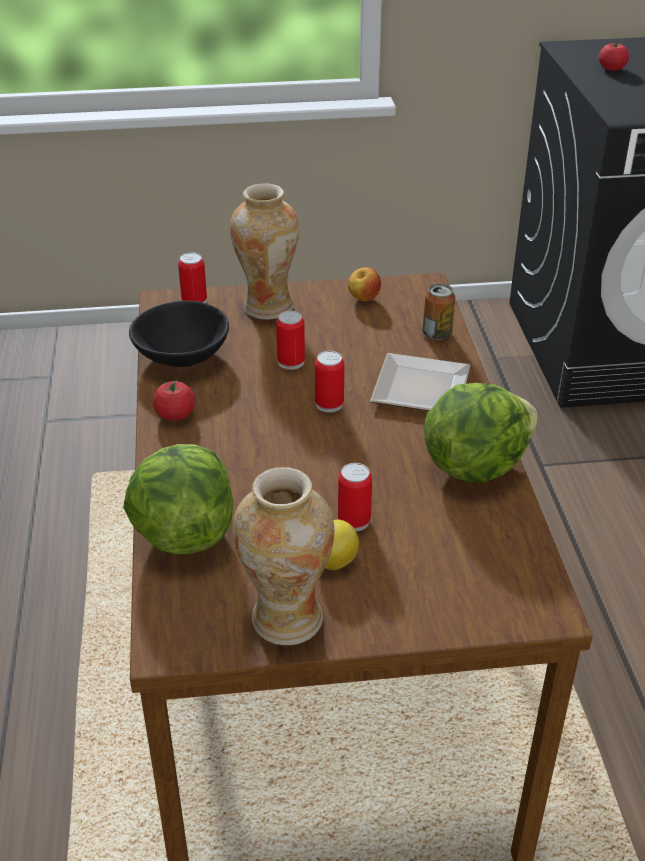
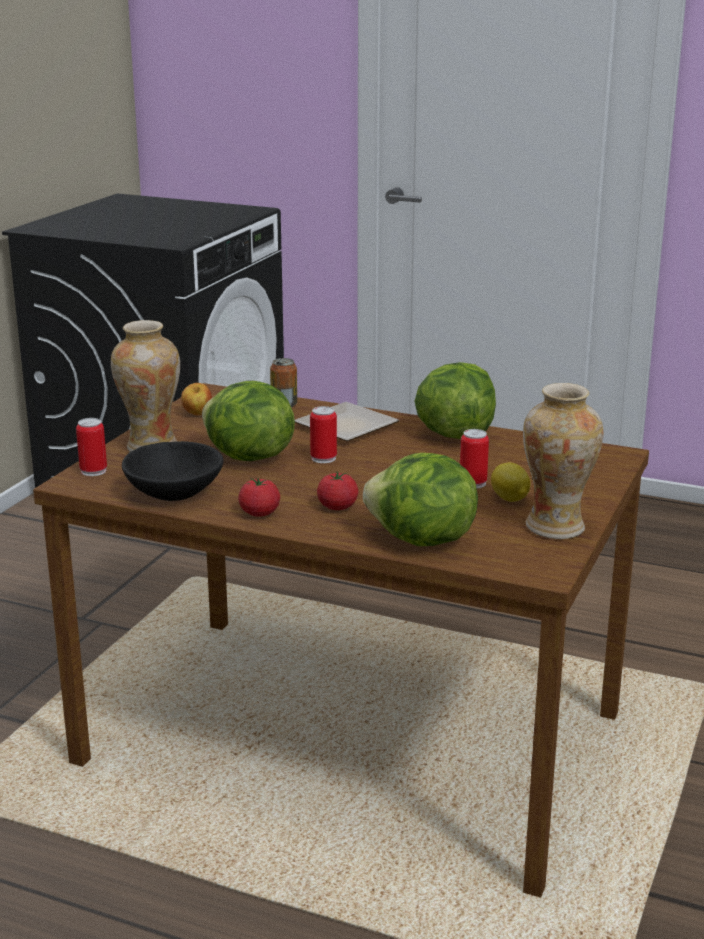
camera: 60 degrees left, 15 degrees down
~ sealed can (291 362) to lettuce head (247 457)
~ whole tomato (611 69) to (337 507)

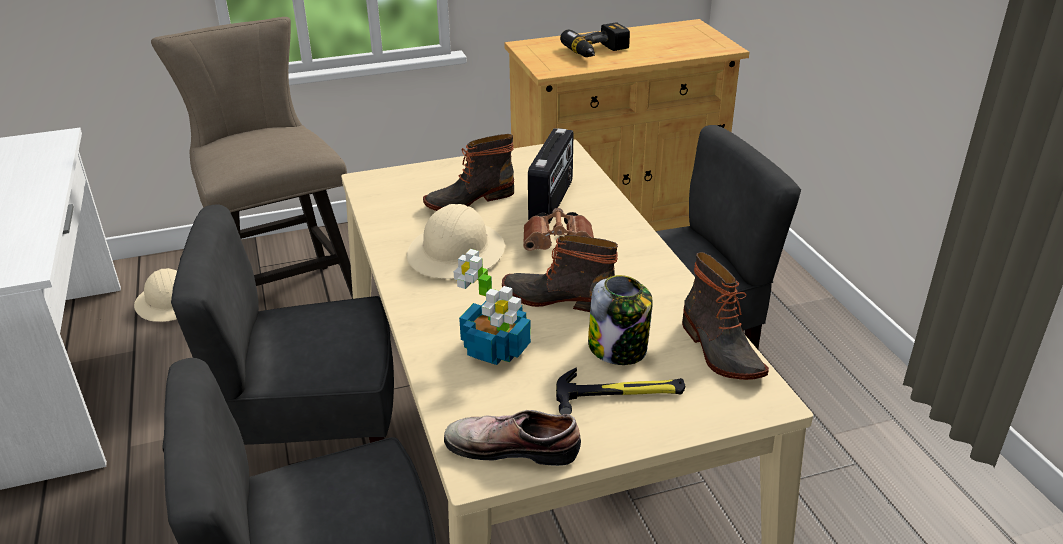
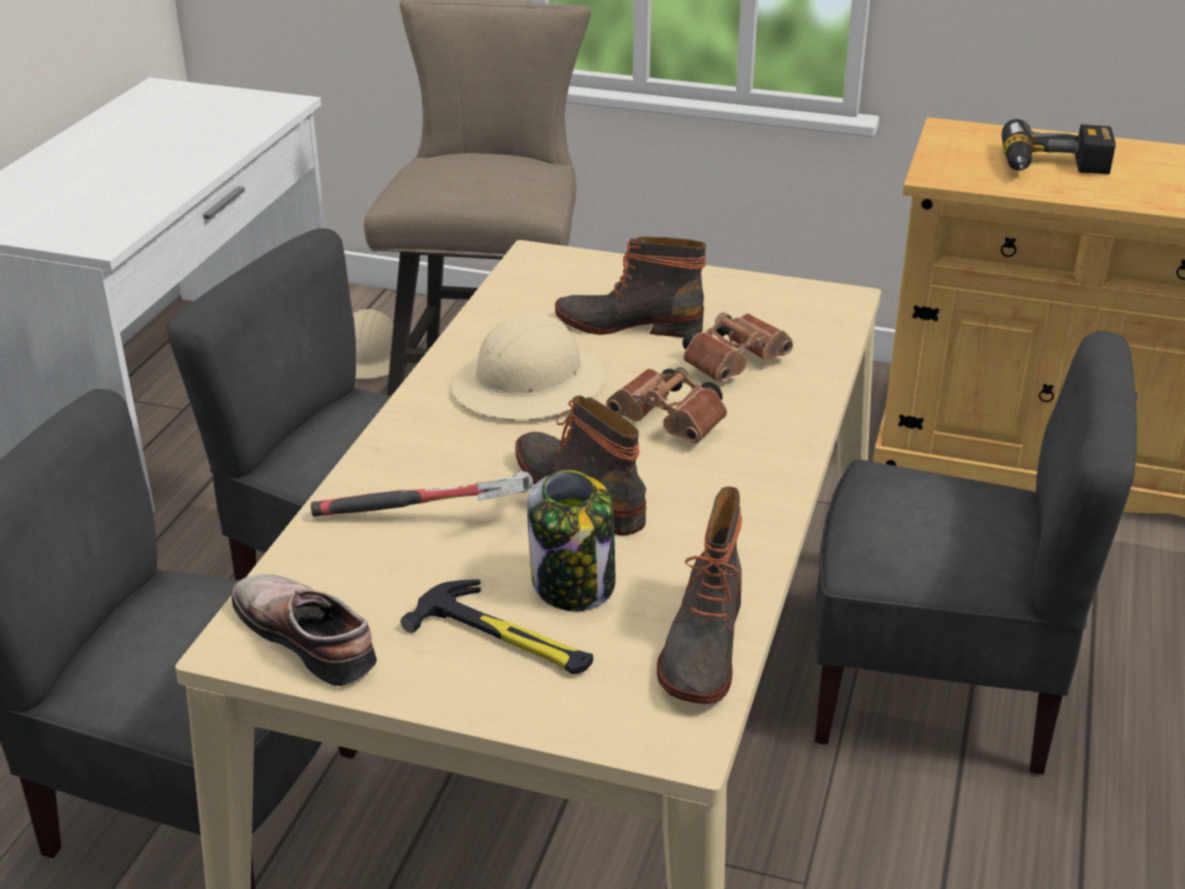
camera: 35 degrees right, 0 degrees up
~ houseplant (496 349) to hand hammer (430 519)
~ radio receiver (552 201) to brownish binoculars (735 363)

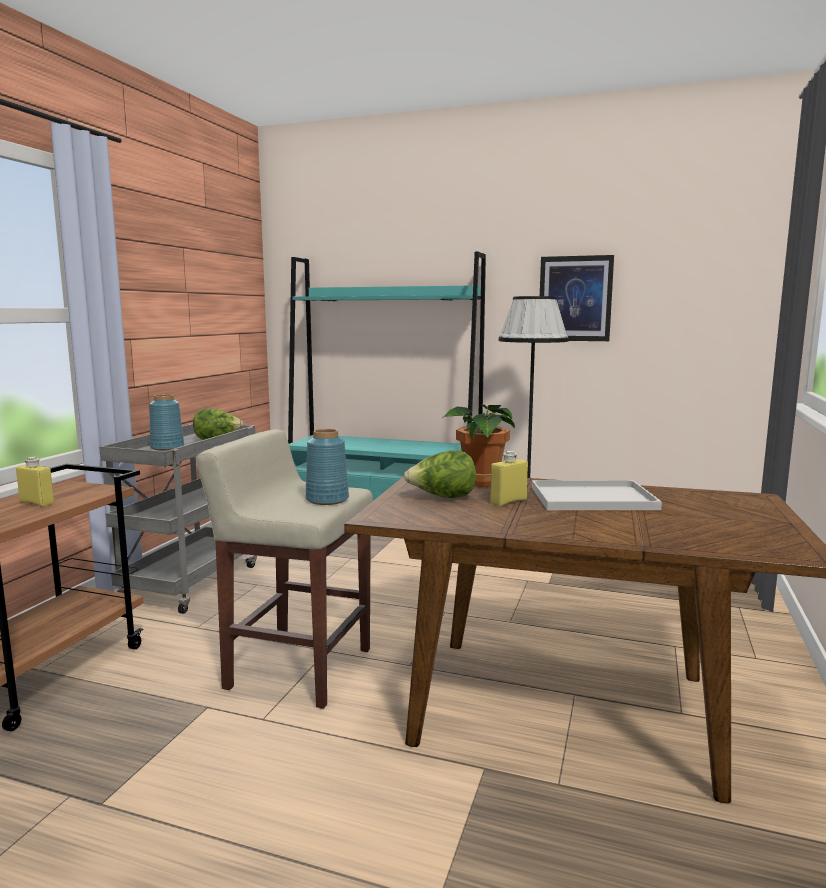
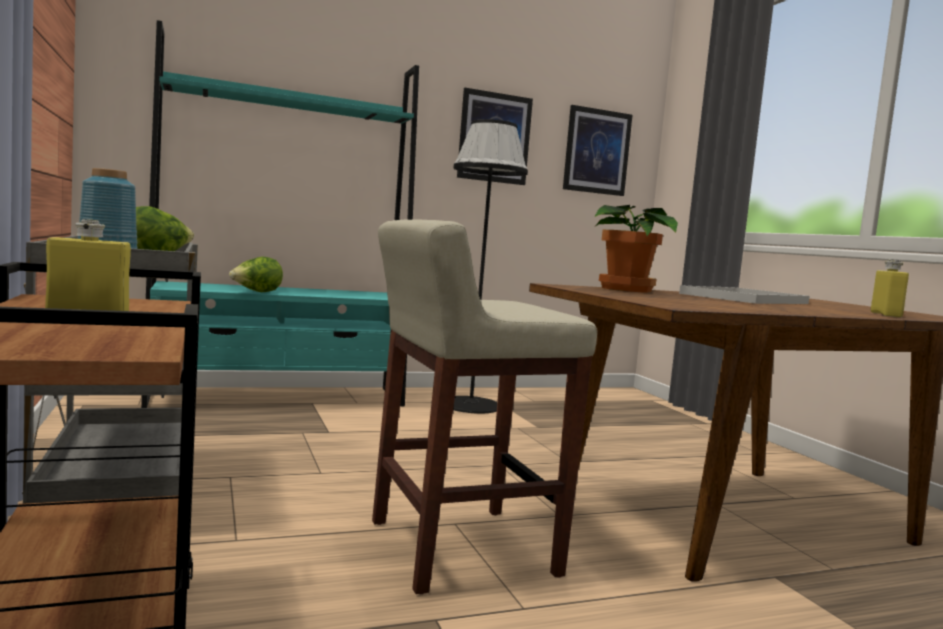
camera: 40 degrees left, 5 degrees down
- blue-coloured decorative vase (328 499)
~ lettuce head (442 498) to (256 292)
~ yellowish drink bottle (508 501) to (885 315)
+ wall picture (597 151)

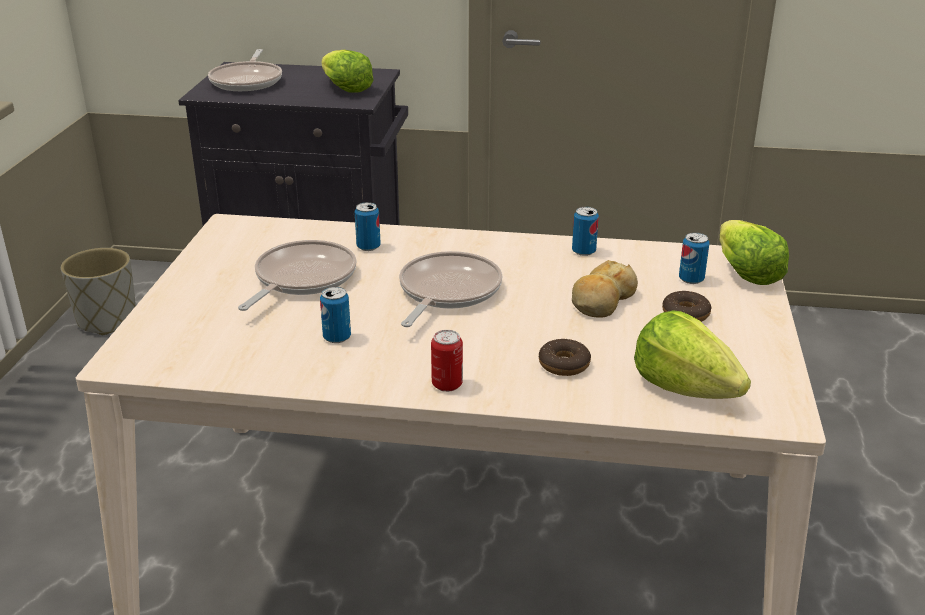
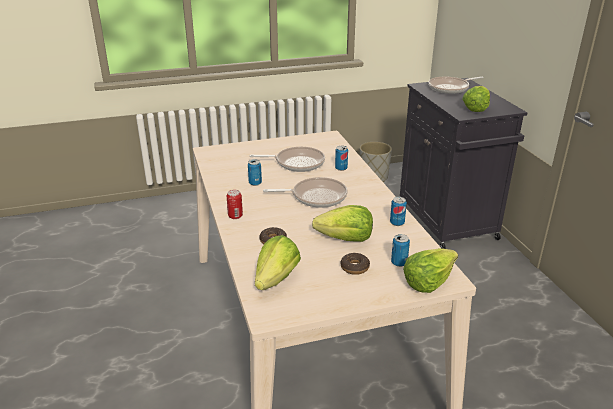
camera: 65 degrees right, 0 degrees up
~ bakery bread (602 301) to lettuce head (345 239)

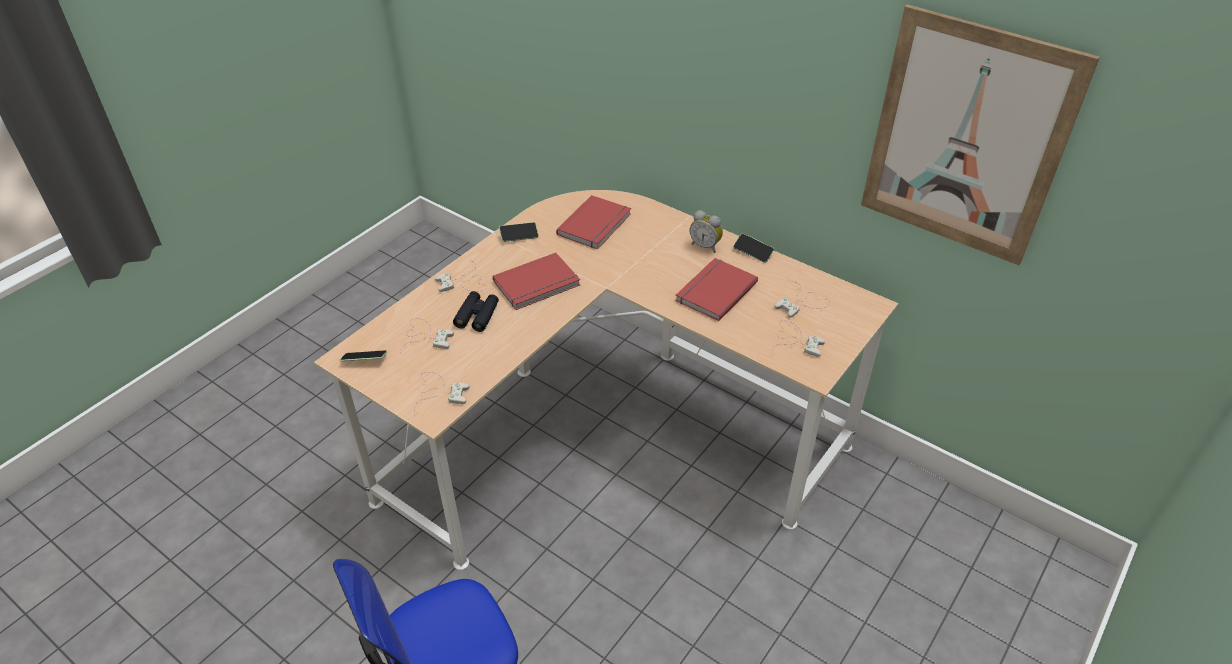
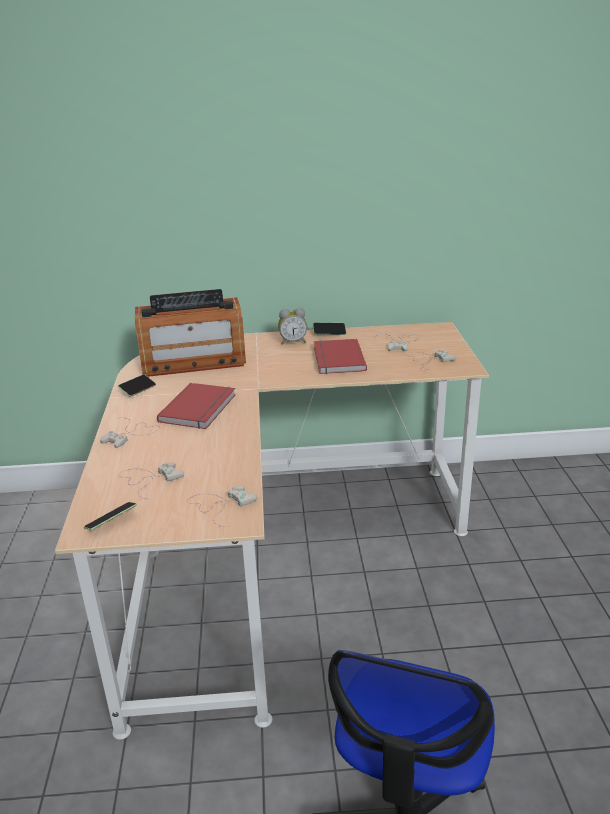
camera: 40 degrees left, 15 degrees down
- blackish binoculars (477 315)
~ reddish bound book (596 225) to radio receiver (193 361)
- wall picture (966 139)

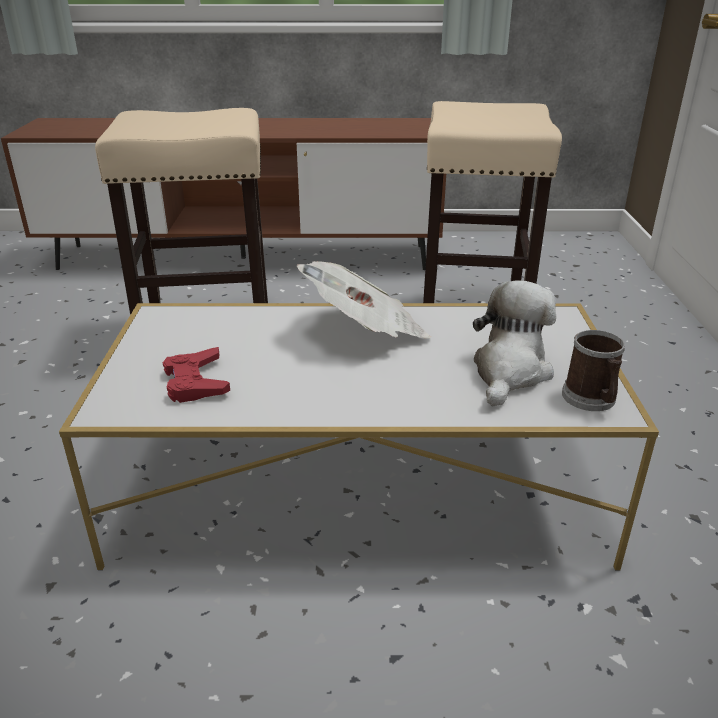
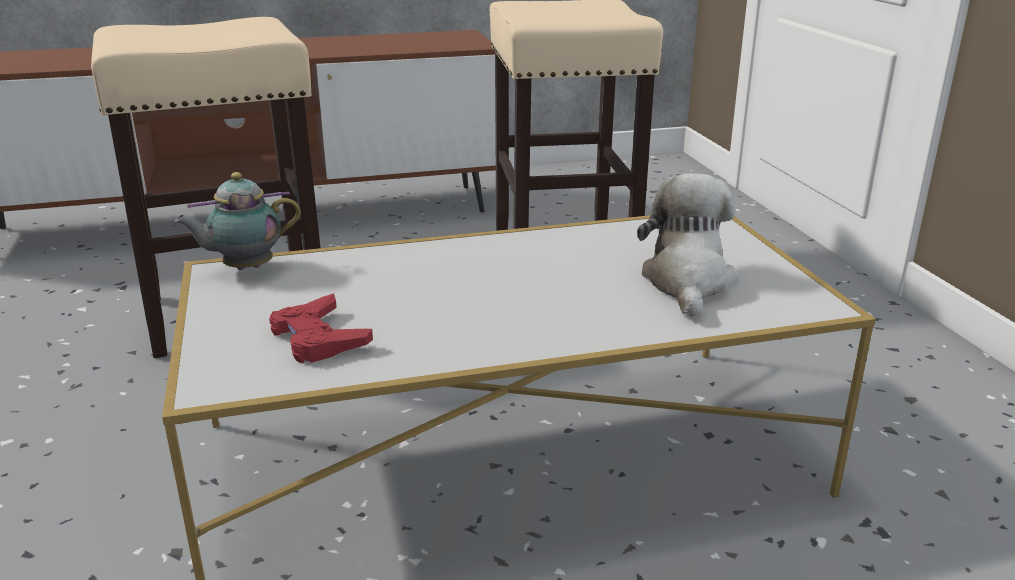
camera: 15 degrees left, 5 degrees down
- daily paper (366 331)
- mug (591 400)
+ pot for tea (245 268)

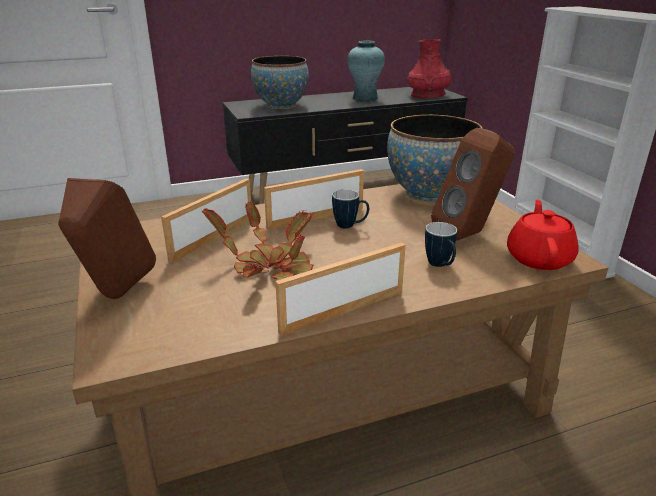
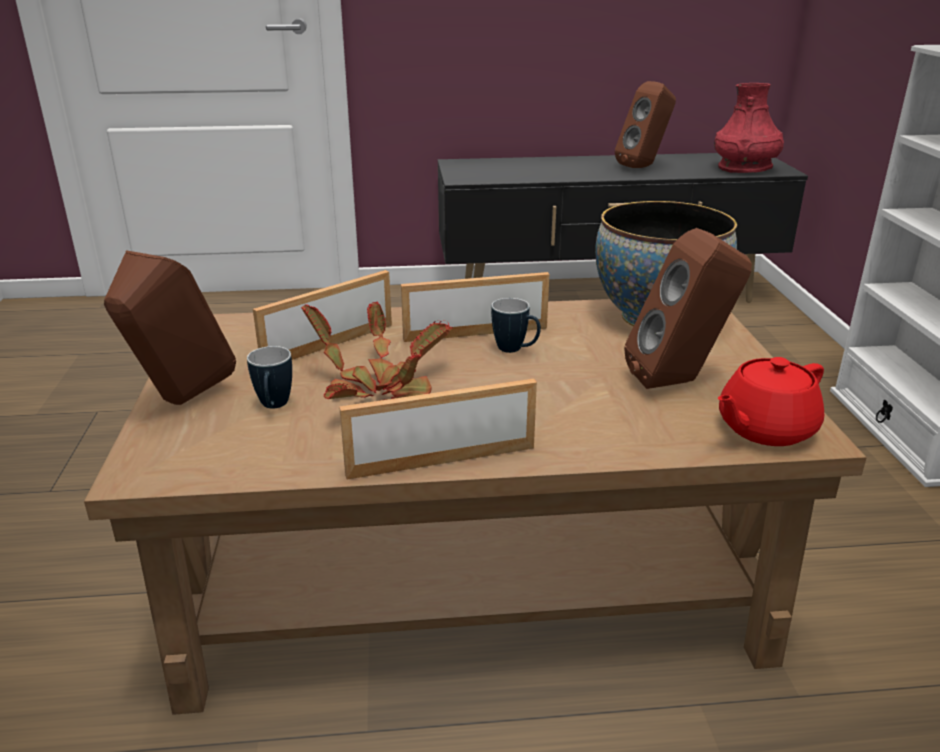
camera: 15 degrees right, 0 degrees up
- serving bowl (281 105)
~ turquoise decorative vase (365 98) to brownish audio speaker (644 167)
~ mug (440 265) to (274 407)
~ reddish pot for tea (539 258) = (764 429) 150 degrees counterclockwise

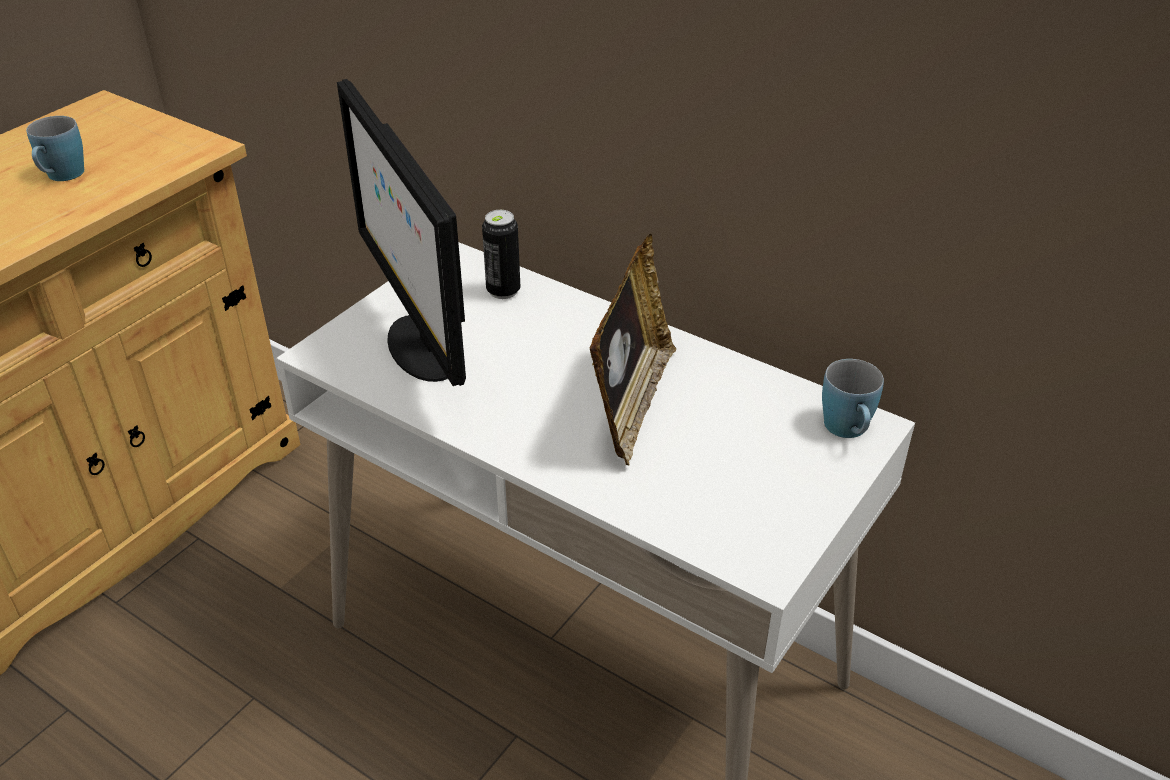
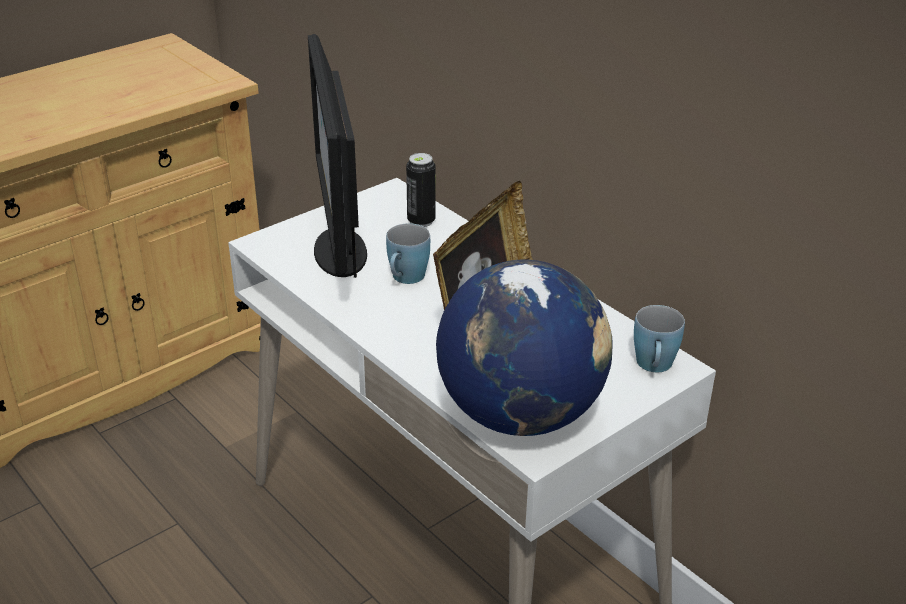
camera: 15 degrees right, 5 degrees down
~ blue-coloured mug (62 177) to (405 279)
+ globe (520 414)

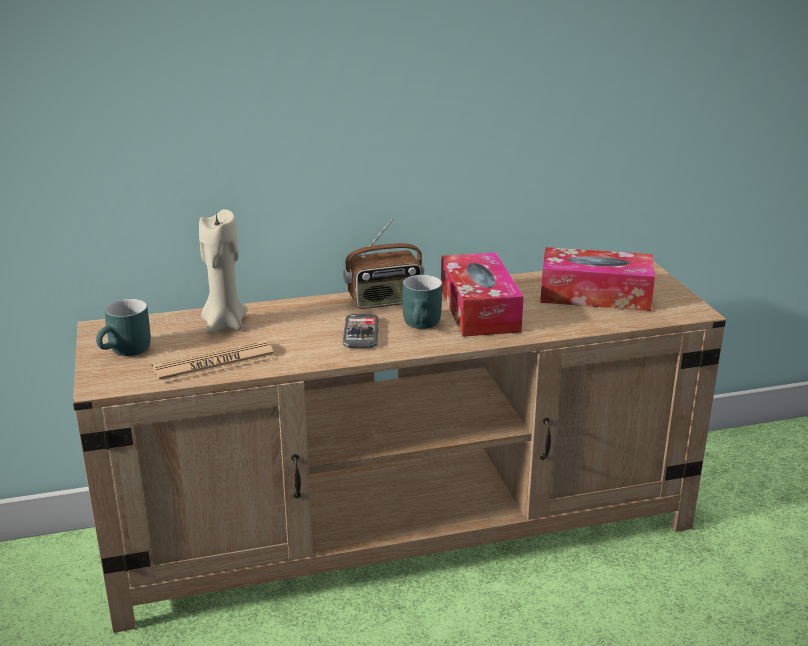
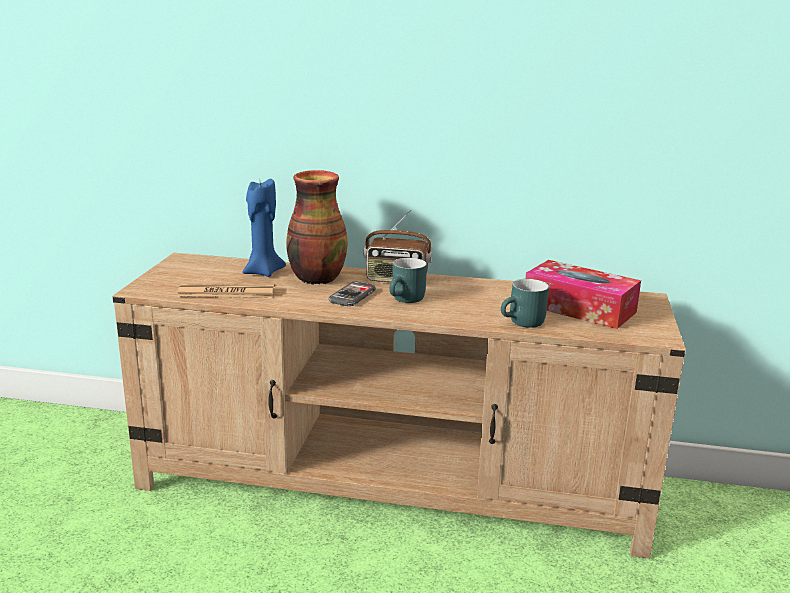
camera: 25 degrees right, 5 degrees down
~ turquoise mug (127 351) to (524 323)
~ sand-coloured wax candle (224 325) to blue-coloured wax candle (263 272)
- tissue box (479 309)
+ decorative vase (316 278)

